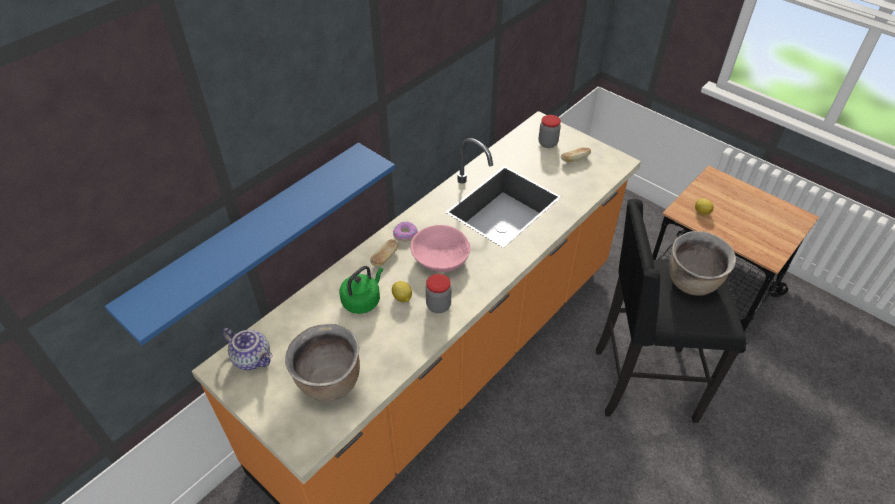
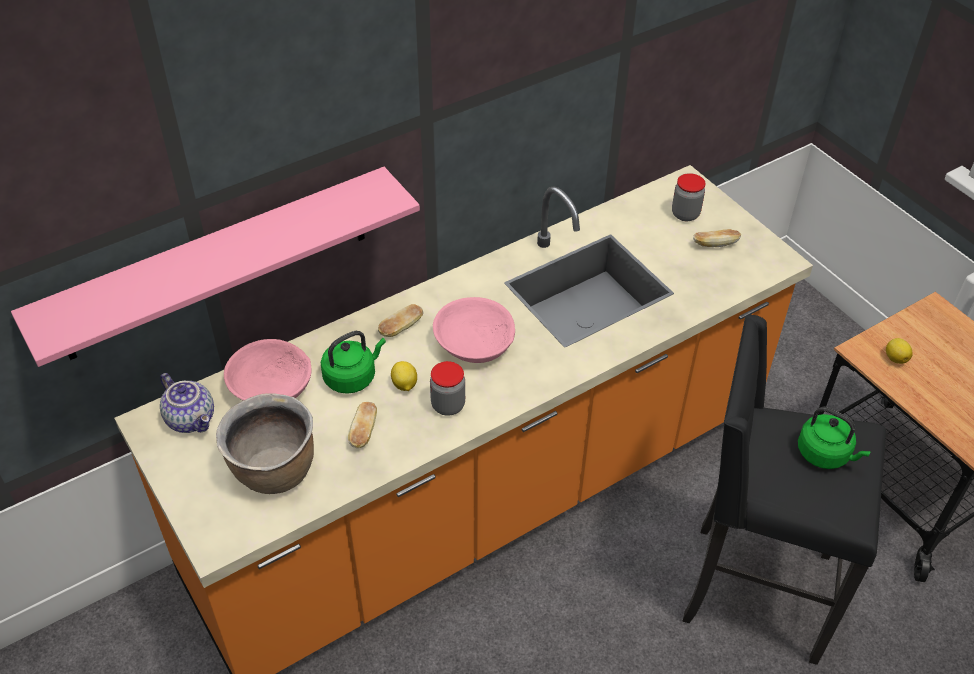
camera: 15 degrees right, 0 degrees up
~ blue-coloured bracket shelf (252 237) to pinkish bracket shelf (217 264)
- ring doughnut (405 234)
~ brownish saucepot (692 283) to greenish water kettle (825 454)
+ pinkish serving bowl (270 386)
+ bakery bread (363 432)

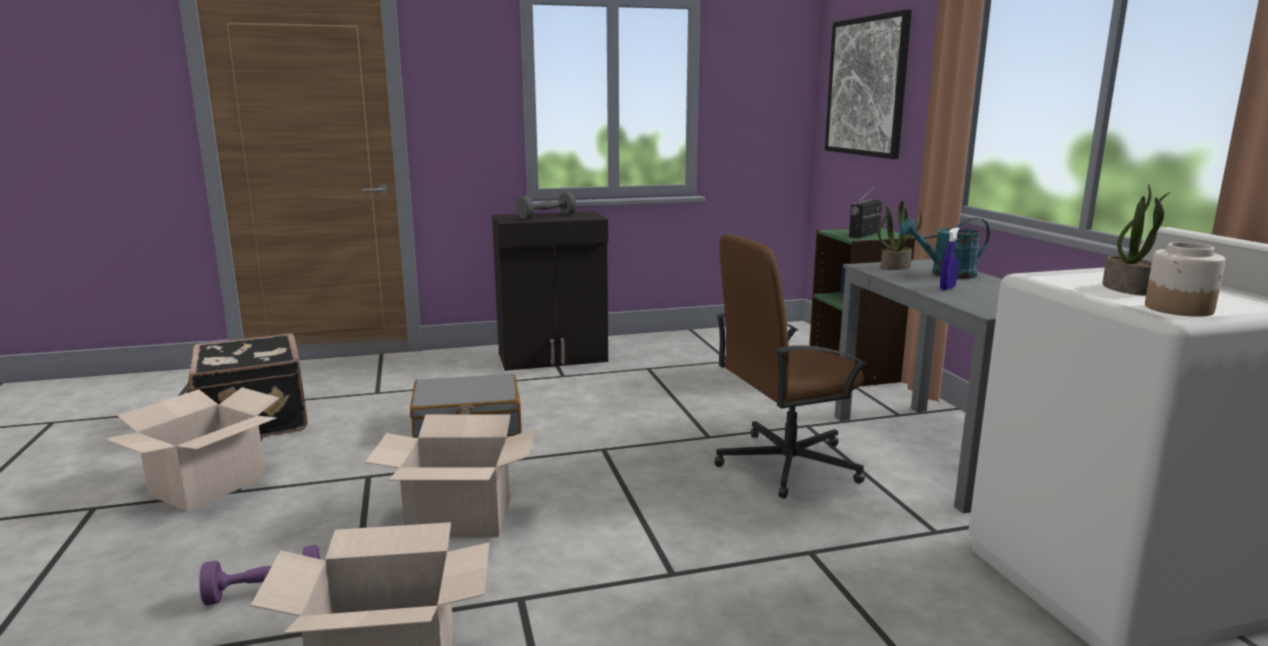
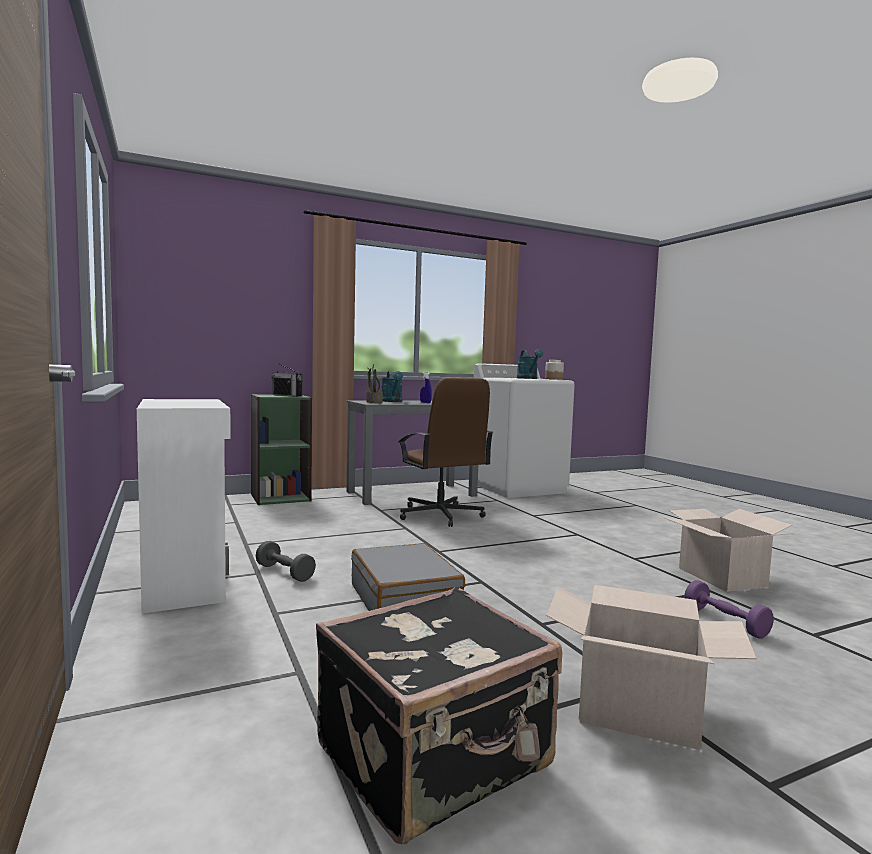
camera: 100 degrees left, 10 degrees down
- cardboard box (460 518)
~ blackish cupboard (553 358) to white-coloured cupboard (185 581)
~ grey hand weight (546 217) to (285 573)
- wall picture (866 87)
~ houseplant (1128 289) to turquoise watering can (528 378)

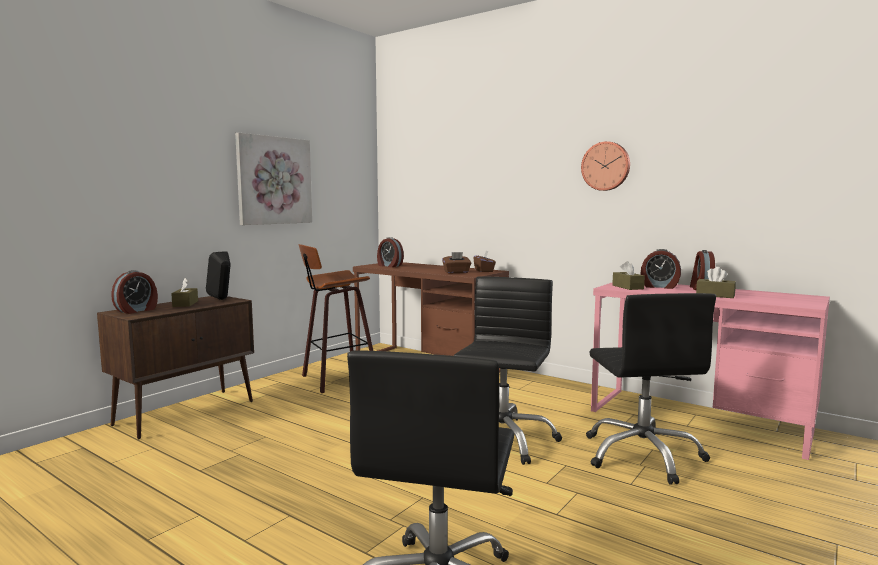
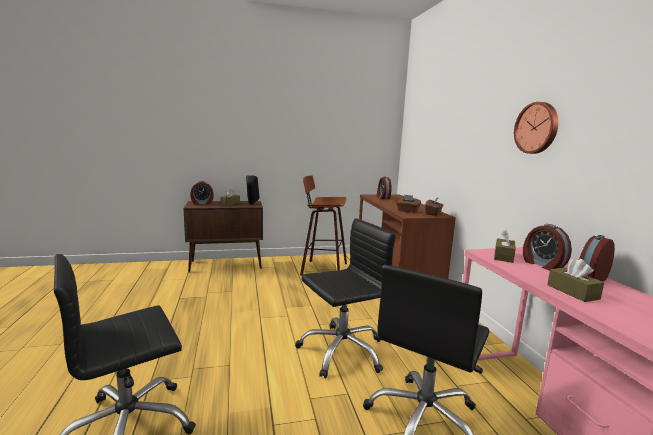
camera: 40 degrees right, 5 degrees up
- wall picture (274 180)

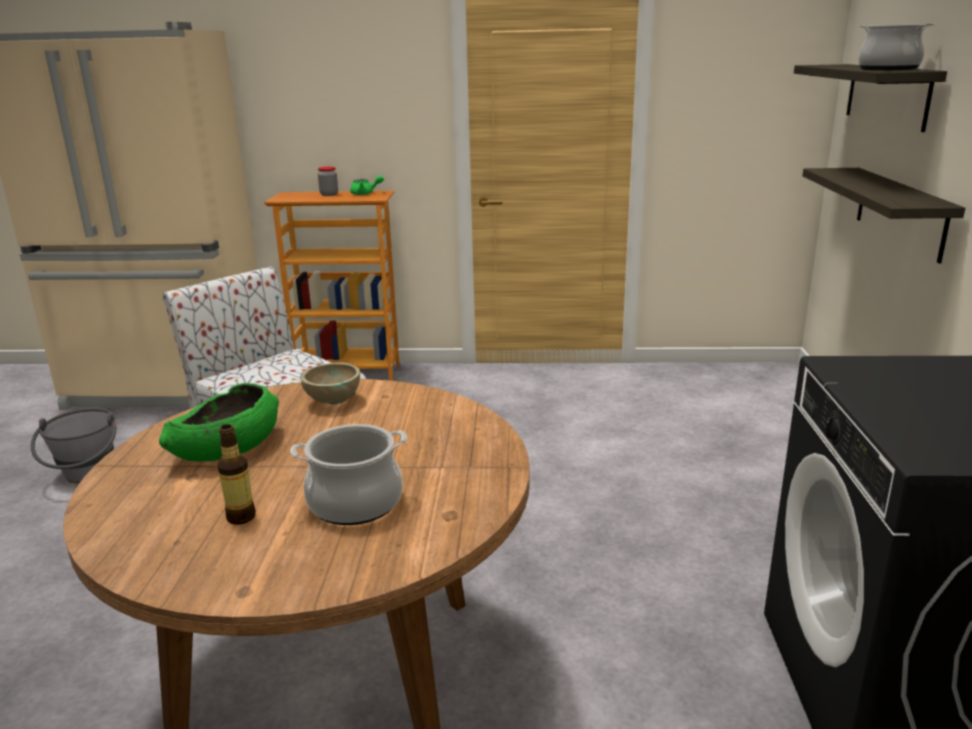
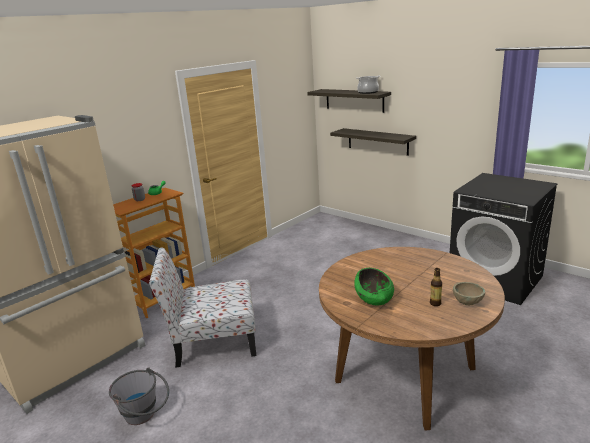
camera: 50 degrees left, 0 degrees up
- saucepot (355 503)
~ sand-coloured serving bowl (332 401) to (467 303)

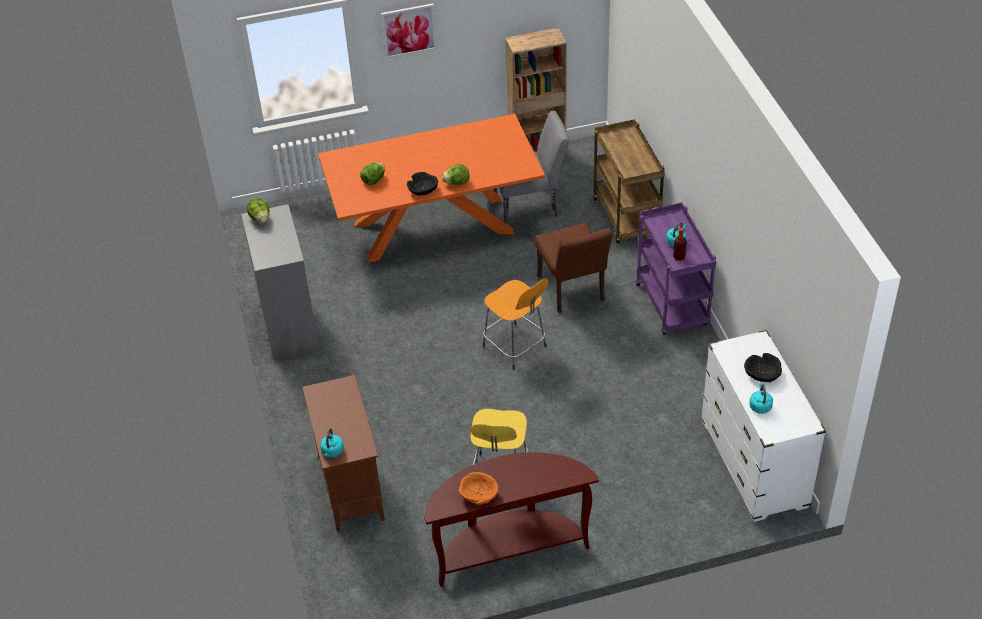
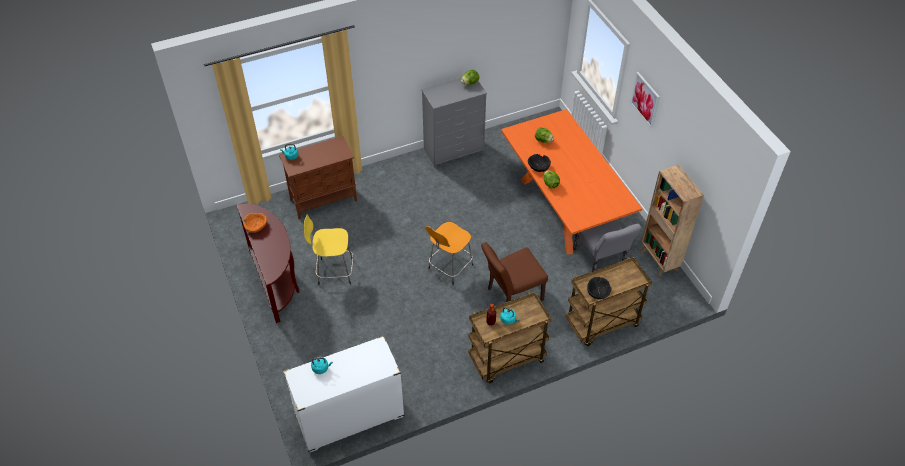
camera: 80 degrees right, 5 degrees up
~ purplish cart (673 306) to brownish cart (506 360)
~ blackish serving bowl (762 374) to (598 292)

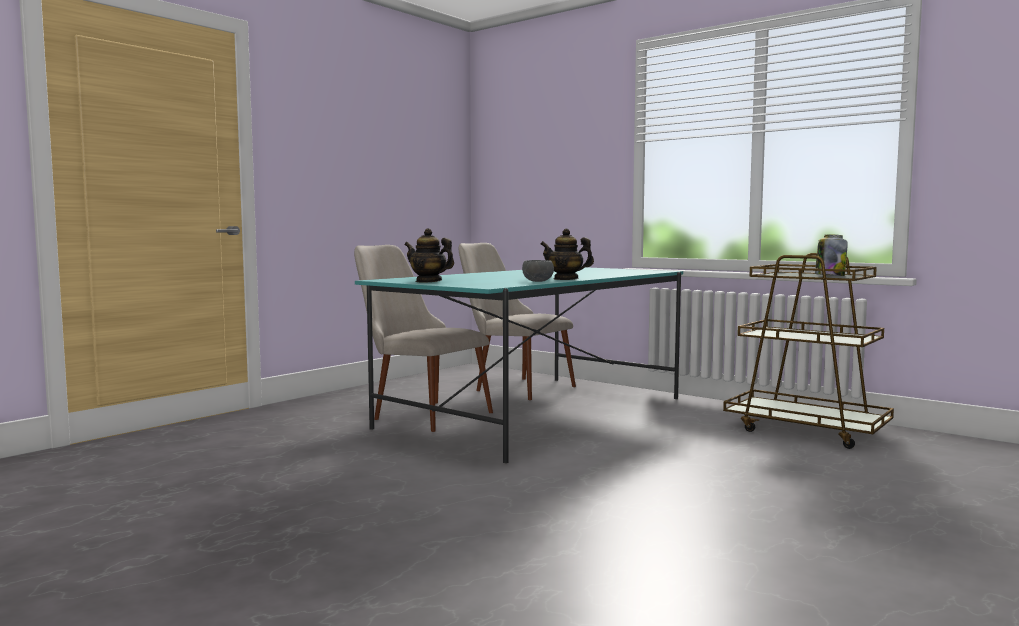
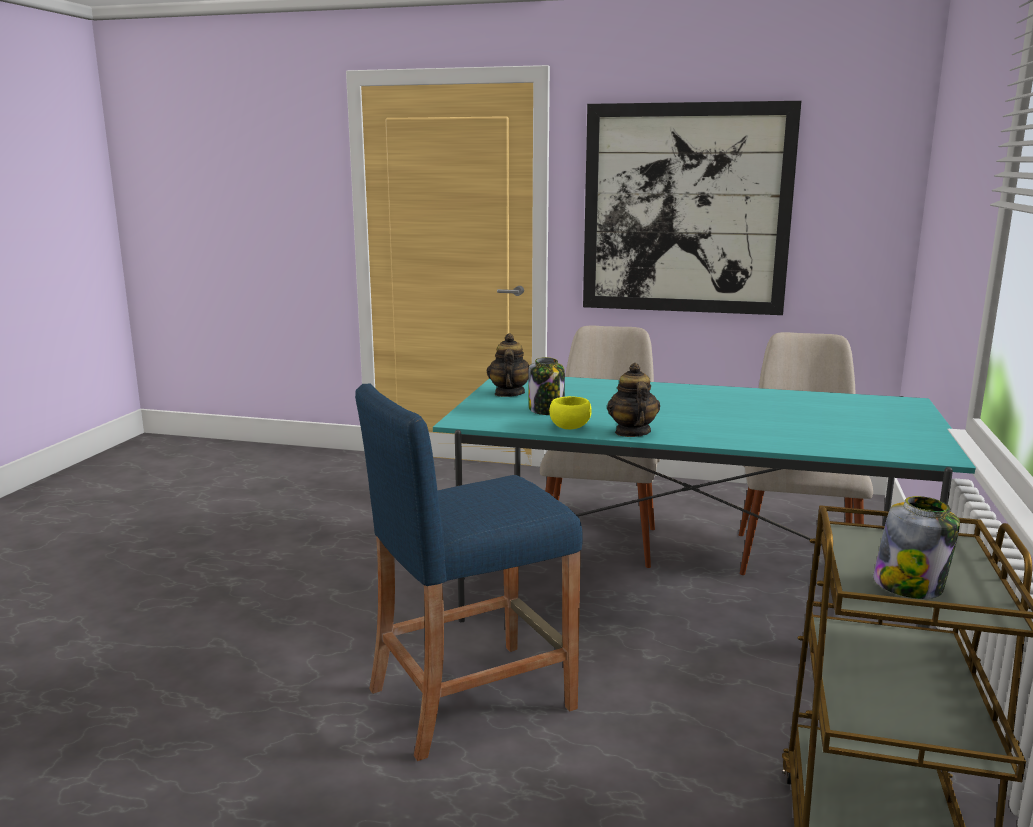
camera: 65 degrees right, 10 degrees up
~ grey serving bowl (537 281) to yellowish serving bowl (570 427)
+ blue-coloured stool seat (470 698)
+ jar (547 410)
+ wall picture (686 209)

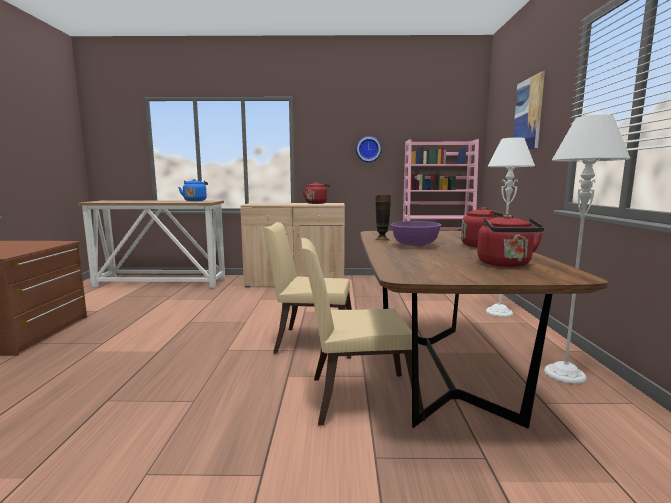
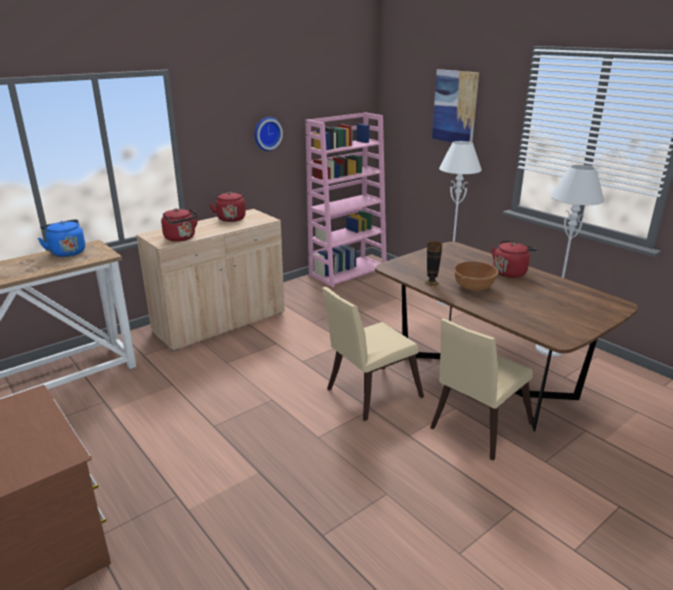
camera: 40 degrees left, 15 degrees up
~ purplish serving bowl (415 246) to brownish serving bowl (474 287)
~ reddish water kettle (506 264) to (181 238)

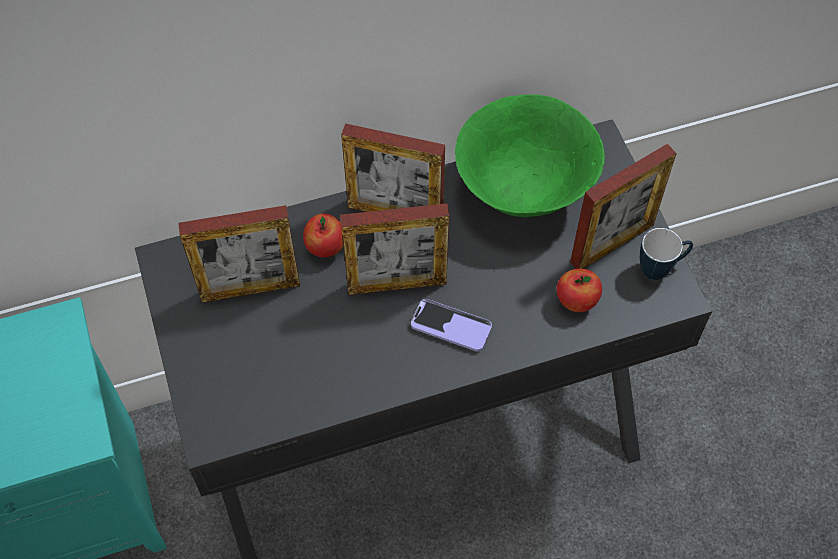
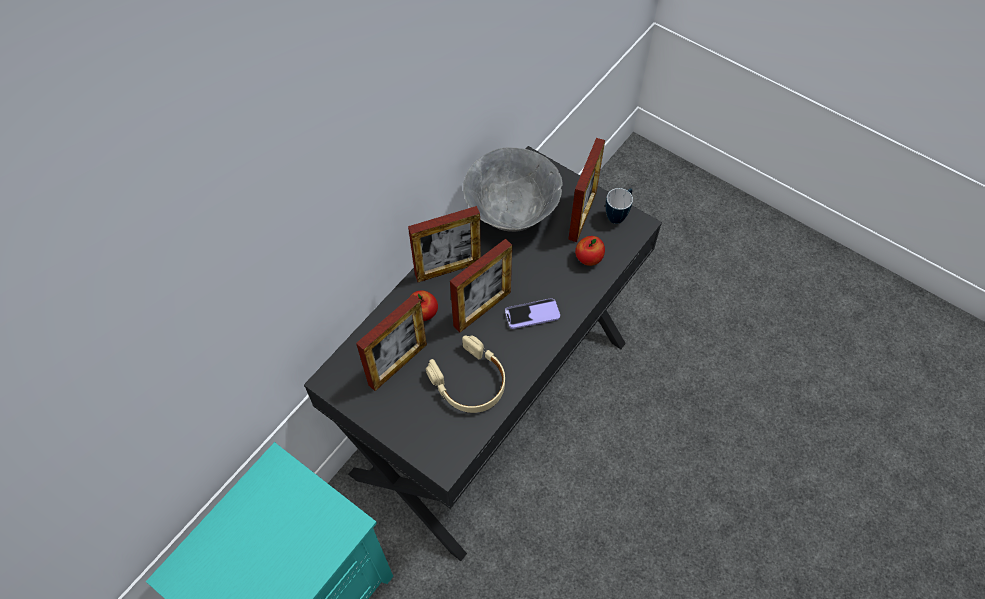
camera: 35 degrees left, 0 degrees up
~ greenish serving bowl (524 191) to grey serving bowl (512 214)
+ sand-coloured headset (470 382)

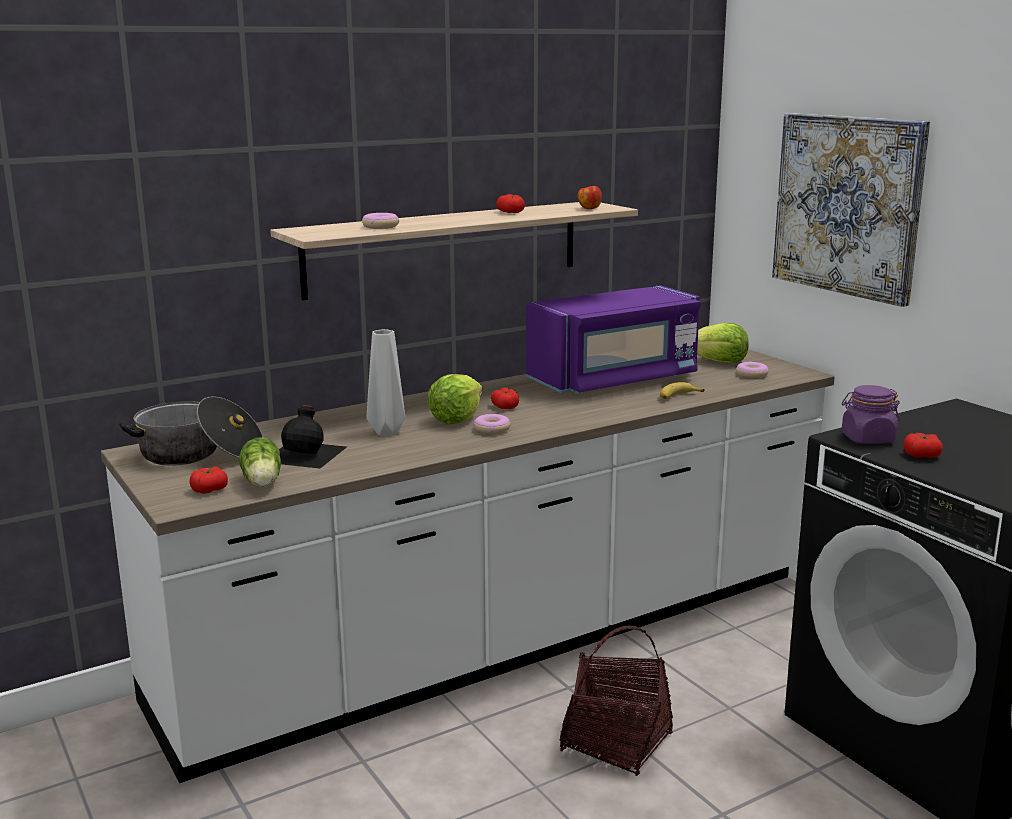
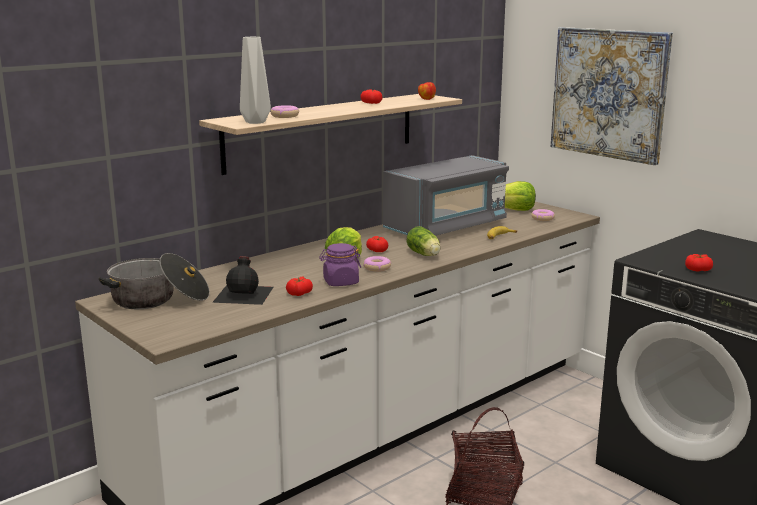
camera: 10 degrees left, 0 degrees up
~ whole tomato (209 490) to (299 293)
~ lettuce head (262 483) to (424 254)
~ grey decorative vase (388 432) to (257 122)
~ purplish microwave oven (615 380) to grey microwave oven (447 227)
~ purplish jar (867 439) to (340 282)

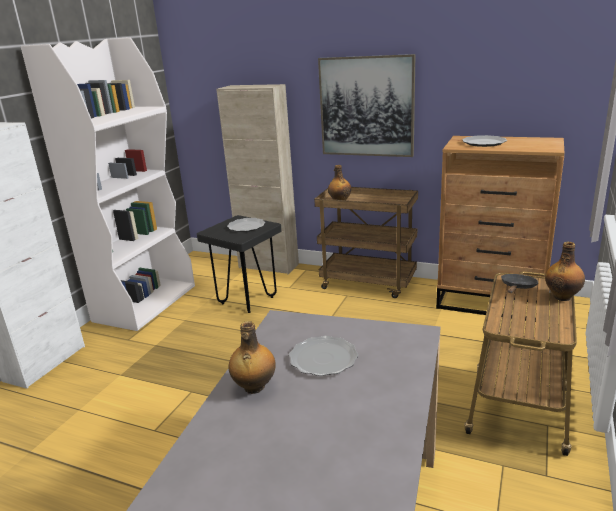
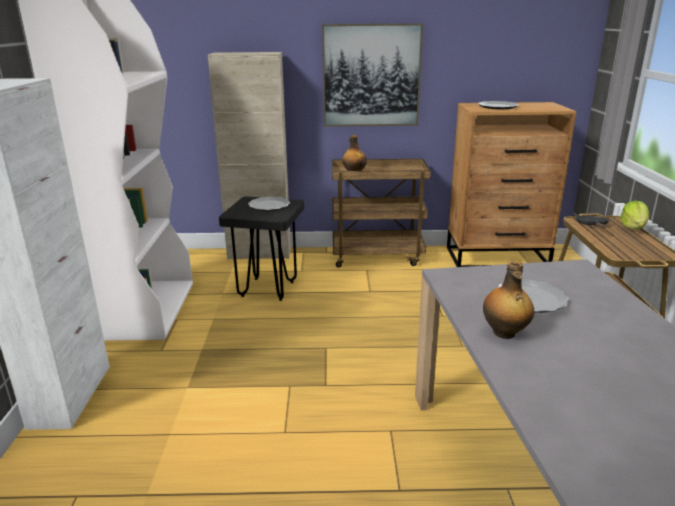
camera: 25 degrees left, 0 degrees up
~ drink bottle (562 296) to lettuce head (633 227)

